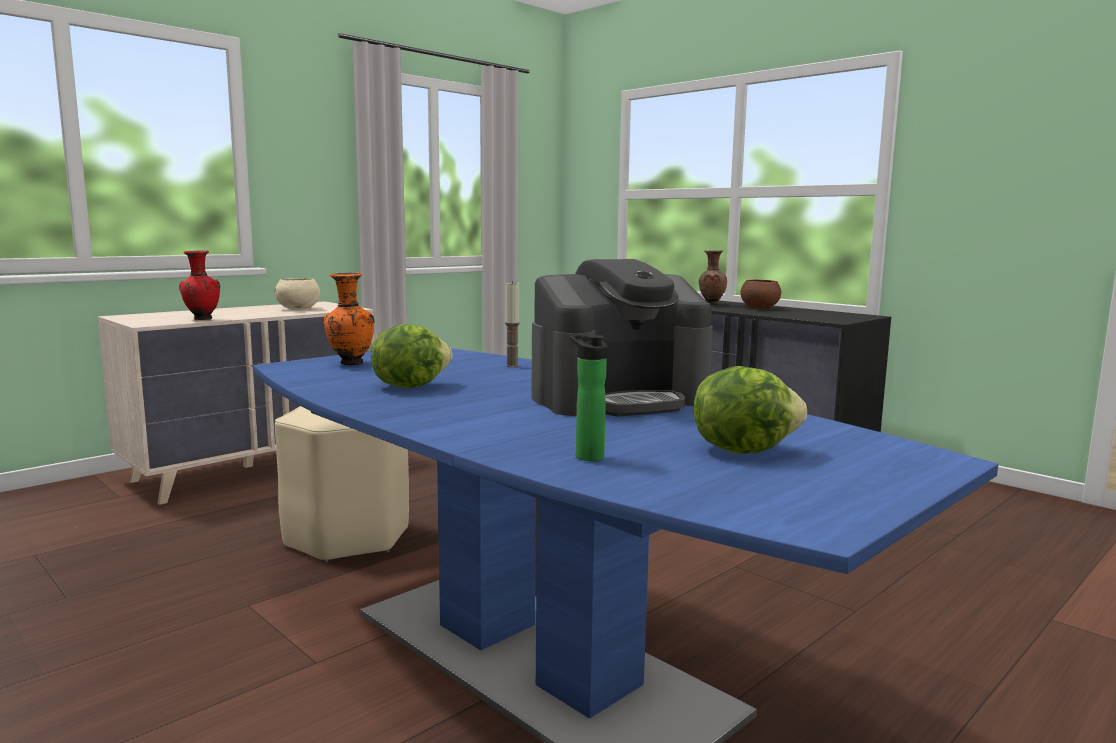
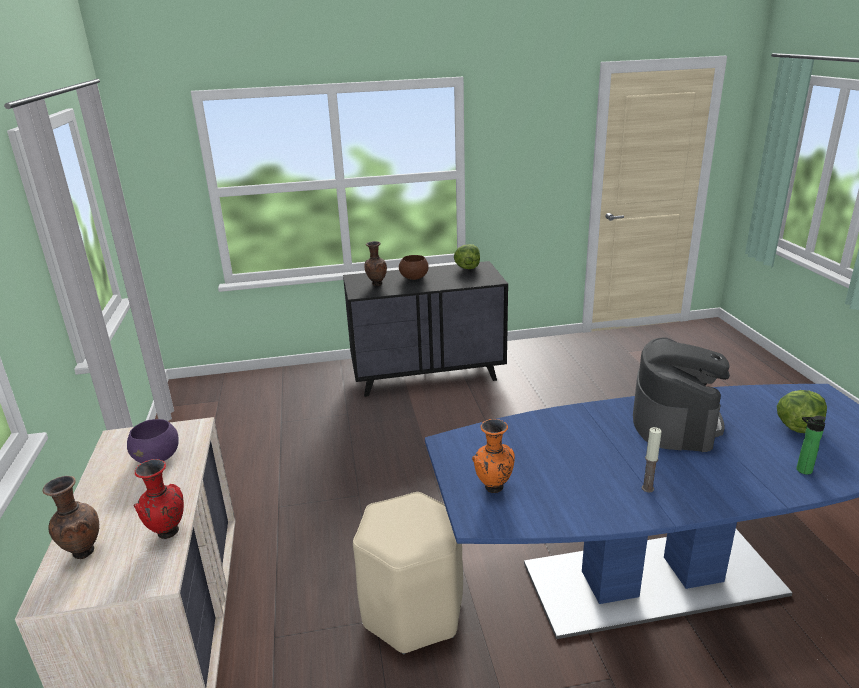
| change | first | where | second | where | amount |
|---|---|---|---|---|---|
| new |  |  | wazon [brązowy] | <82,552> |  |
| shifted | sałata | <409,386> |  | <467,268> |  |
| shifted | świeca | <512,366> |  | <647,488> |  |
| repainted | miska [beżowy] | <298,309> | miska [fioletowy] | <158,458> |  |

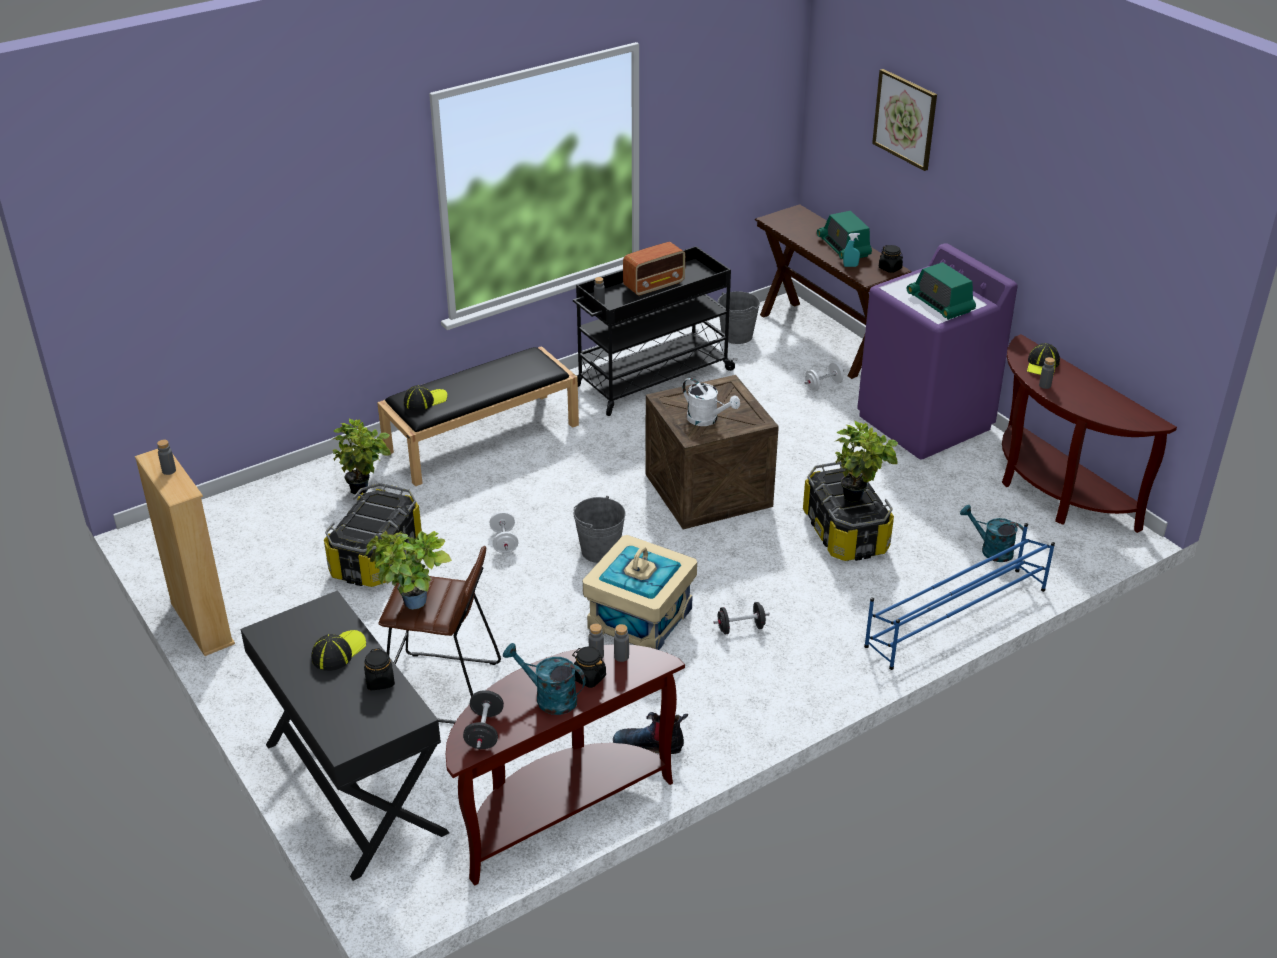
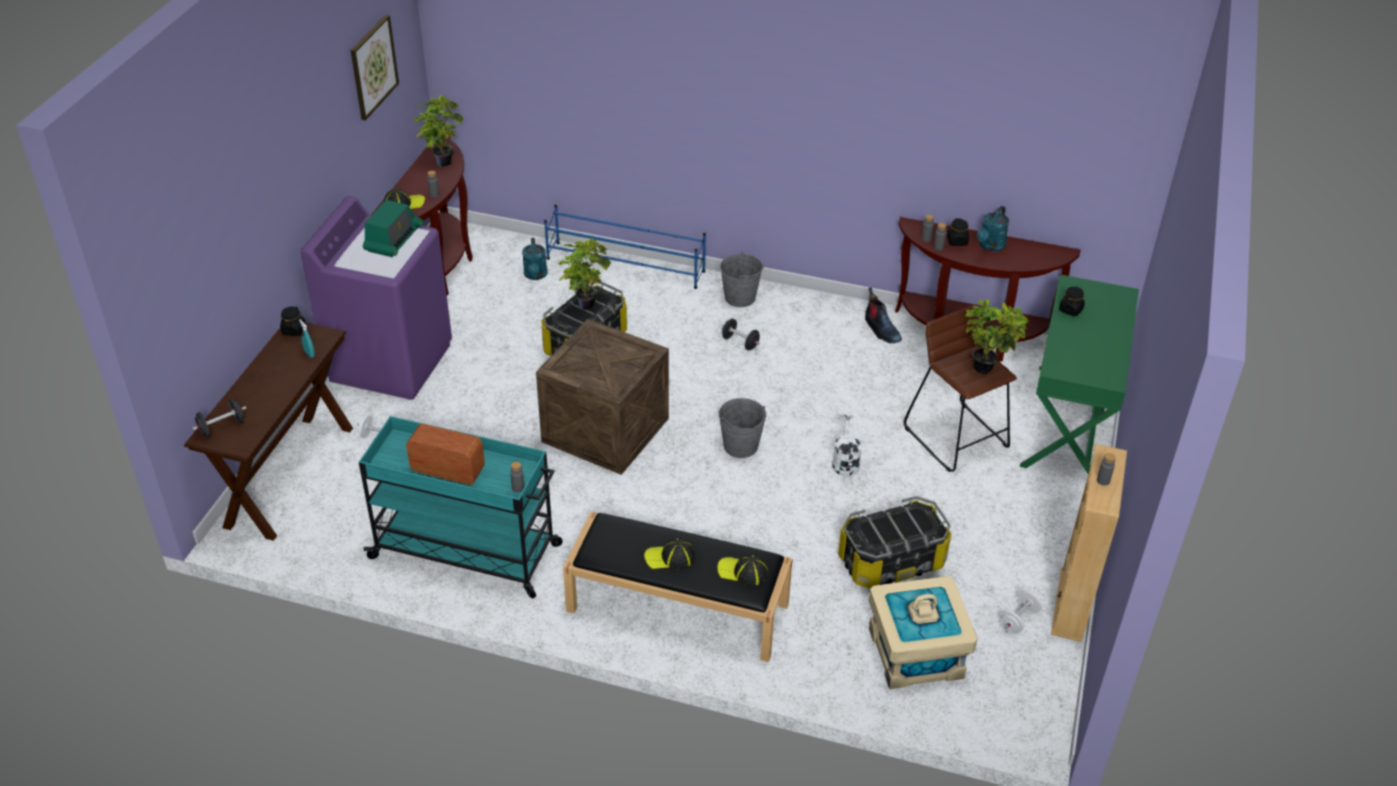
| change | first | where | second | where | amount |
|---|---|---|---|---|---|
| gone | radio | <844,247> |  |  |  |
| shifted | czapka z daszkiem | <338,652> |  | <670,557> |  |
| shifted | roślina doniczkowa | <364,490> |  | <442,160> |  |
| shifted | hantel [czarny] | <484,731> |  | <222,427> |  |
| shifted | hantel [biały] | <504,542> |  | <1018,620> |  |
| shifted | pojemnik do przechowywania [beżowy] | <639,618> |  | <915,653> |  |
| shifted | konewka [biały] | <707,420> |  | <845,461> |  |
| shifted | wiadro [szary] | <737,336> |  | <740,297> |  |
| shifted | obraz | <905,119> |  | <373,67> |  |
| repainted | biurko [czarny] | <353,788> | biurko [zielony] | <1069,423> |  |
| repainted | wózek [czarny] | <651,378> | wózek [turkusowy] | <468,552> |  |
| rotated | konewka [turkusowy] | <549,698> |  | <990,246> | 45 degrees clockwise |

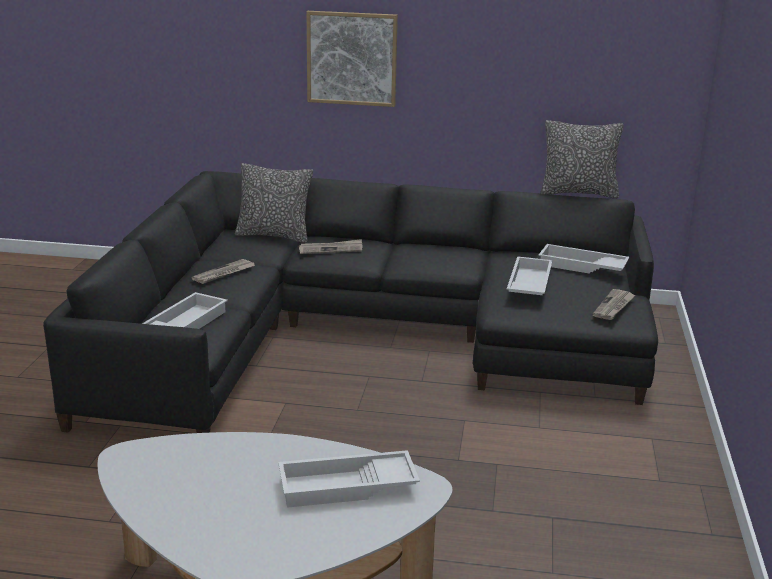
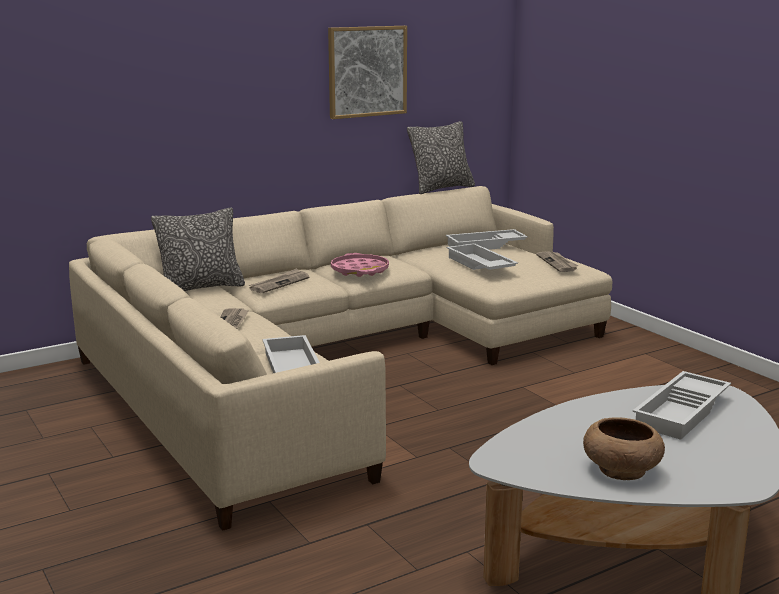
| change | first | where | second | where | amount |
|---|---|---|---|---|---|
| new |  |  | taca [różowy] | <360,270> |  |
| new |  |  | miska [brązowy] | <621,469> |  |
| shifted | obraz | <352,58> |  | <367,71> |  |
| repainted | kanapa [czarny] | <364,336> | kanapa [beżowy] | <337,360> |  |

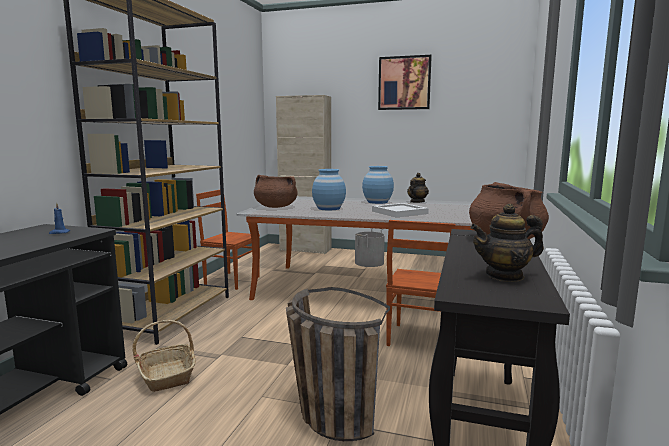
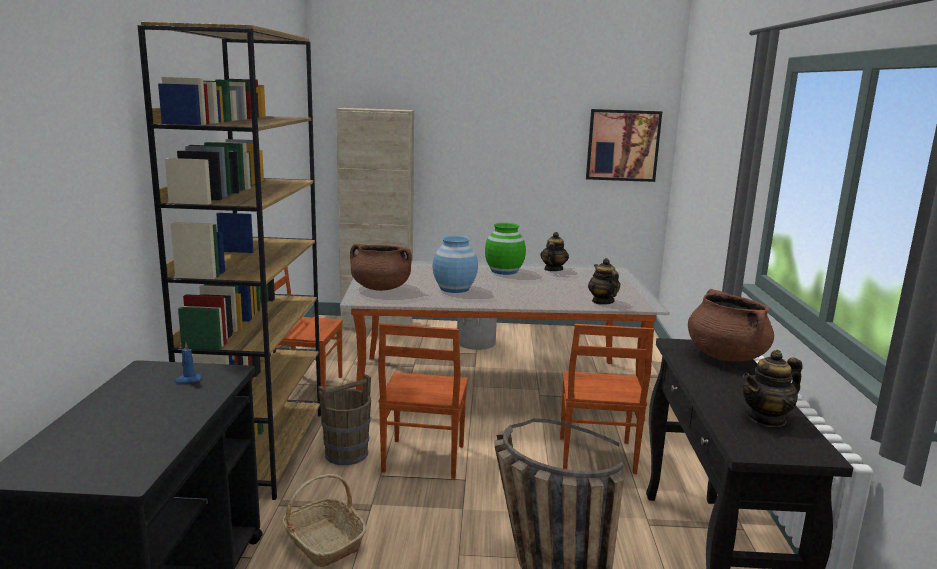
| change | first | where | second | where | amount |
|---|---|---|---|---|---|
| gone | taca [biały] | <399,212> |  |  |  |
| new |  |  | wiadro [brązowy] | <347,454> |  |
| new |  |  | krzesło [brązowy] | <422,459> |  |
| new |  |  | imbryk | <602,301> |  |
| shifted | obraz | <404,83> |  | <622,145> |  |
| repainted | wazon [niebieski] | <377,202> | wazon [zielony] | <504,271> |  |

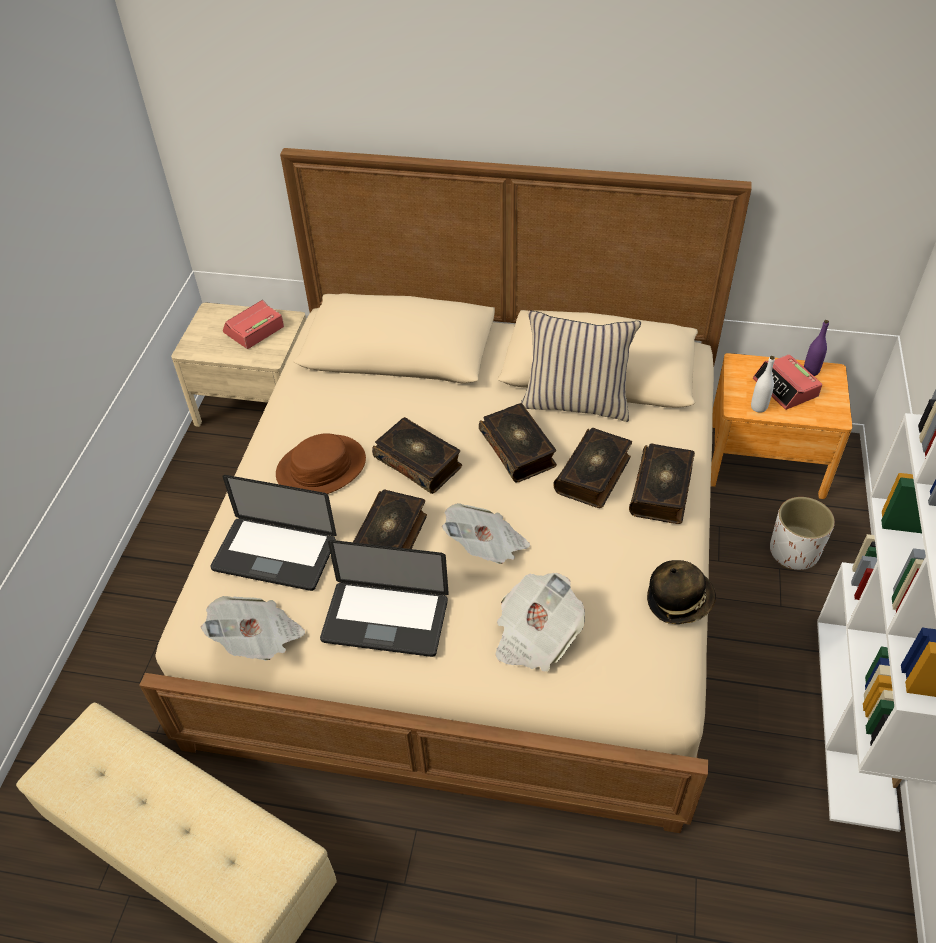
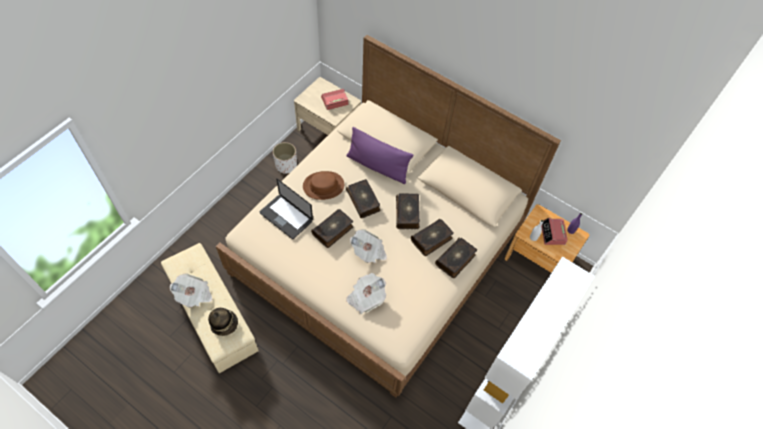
| change | first | where | second | where | amount |
|---|---|---|---|---|---|
| gone | laptop | <385,620> |  |  |  |
| gone | poduszka [beżowy] | <576,402> |  |  |  |
| new |  |  | poduszka [fioletowy] | <377,166> |  |
| shifted | gazeta | <259,640> |  | <194,295> |  |
| shifted | kapelusz | <679,600> |  | <224,324> |  |
| shifted | donica [biały] | <793,551> |  | <286,165> |  |

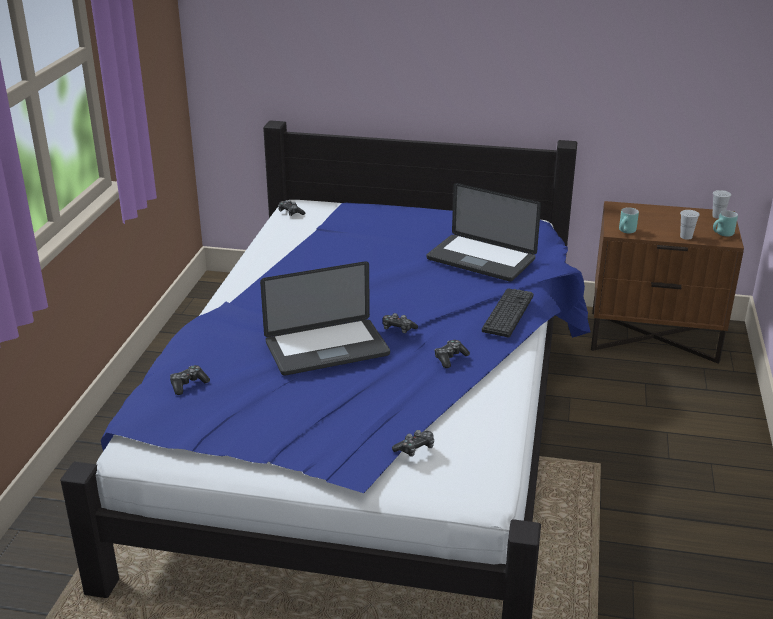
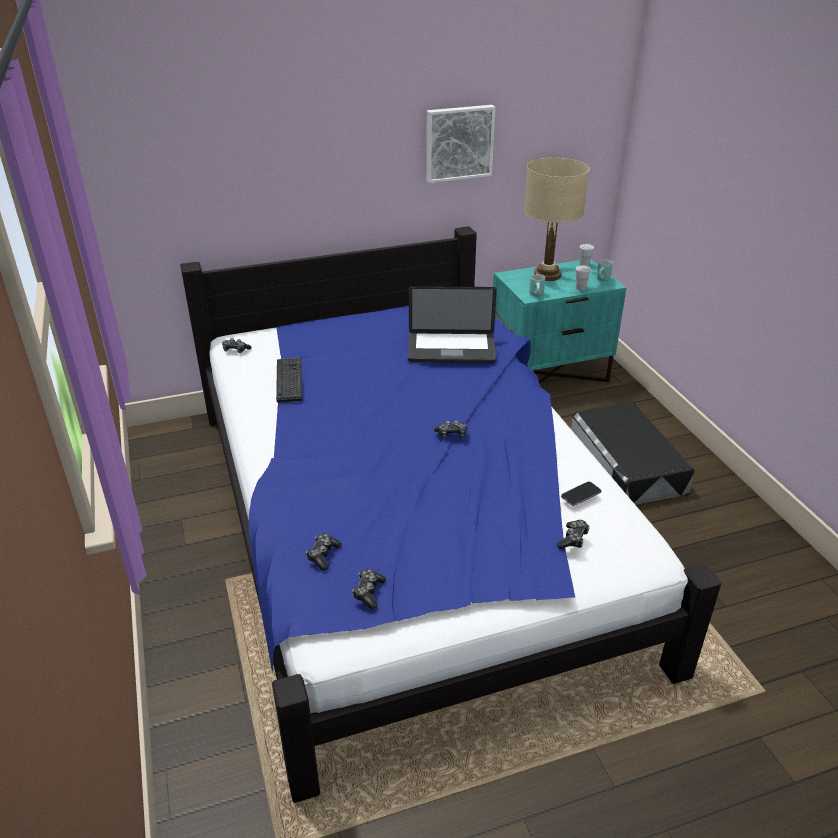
| change | first | where | second | where | amount |
|---|---|---|---|---|---|
| gone | laptop | <327,349> |  |  |  |
| new |  |  | obraz | <458,143> |  |
| new |  |  | lampa stołowa [beżowy] | <547,275> |  |
| new |  |  | telefon | <581,495> |  |
| new |  |  | pojemnik do przechowywania [czarny] | <626,464> |  |
| shifted | pad do gier | <450,358> |  | <368,592> |  |
| shifted | klawiatura | <508,313> |  | <289,380> |  |
| repainted | szafka nocna [brązowy] | <653,336> | szafka nocna [turkusowy] | <549,374> |  |

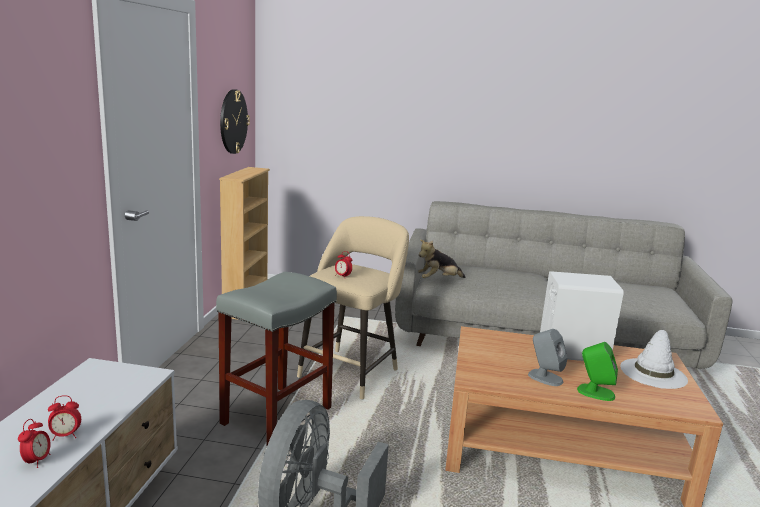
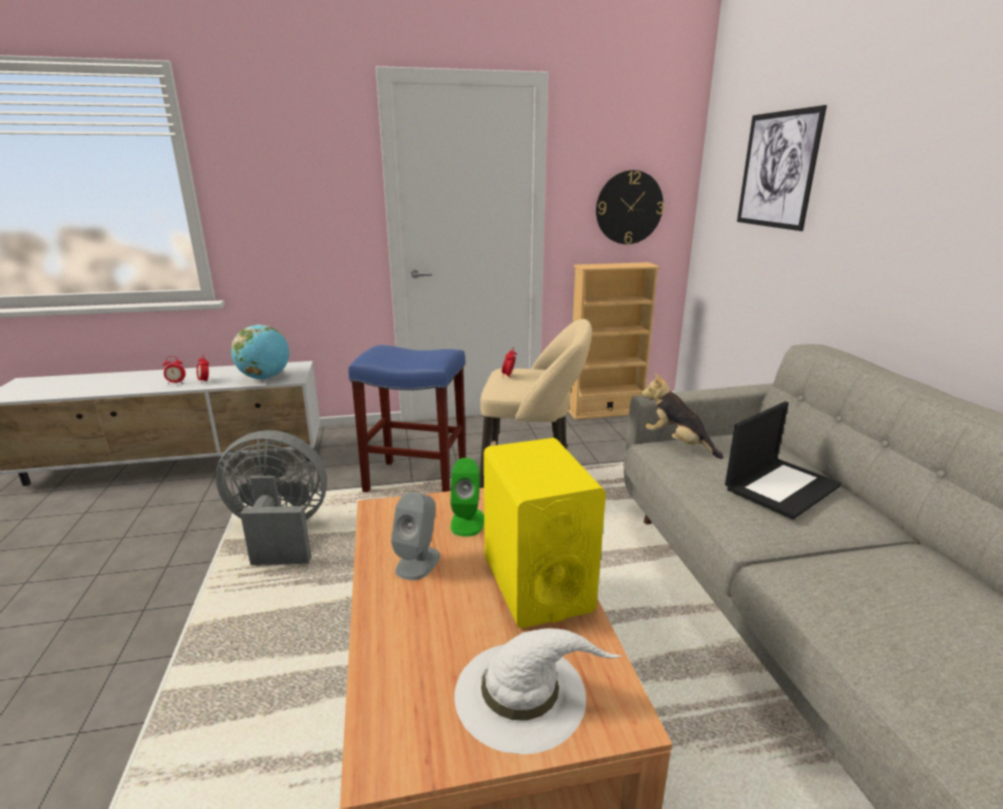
| change | first | where | second | where | amount |
|---|---|---|---|---|---|
| new |  |  | globus | <265,378> |  |
| new |  |  | laptop | <781,486> |  |
| new |  |  | obraz | <777,170> |  |
| shifted | głośnik [zielony] | <595,392> |  | <467,522> |  |
| repainted | stołek [szary] | <277,415> | stołek [niebieski] | <418,480> |  |
| repainted | głośnik [biały] | <572,351> | głośnik [żółty] | <536,583> |  |

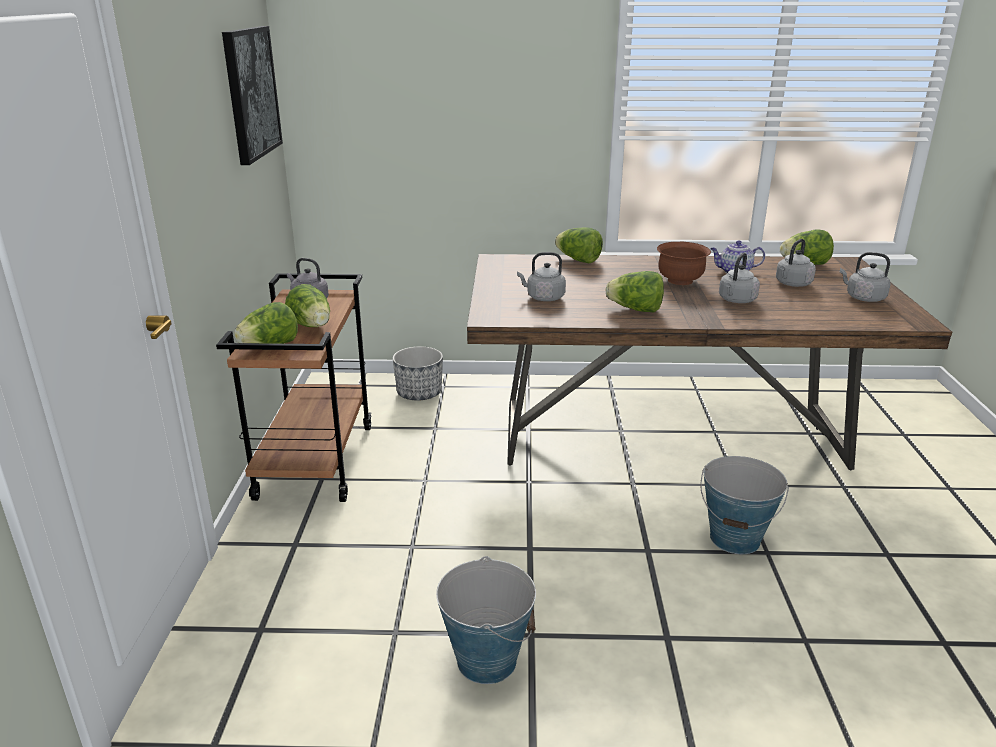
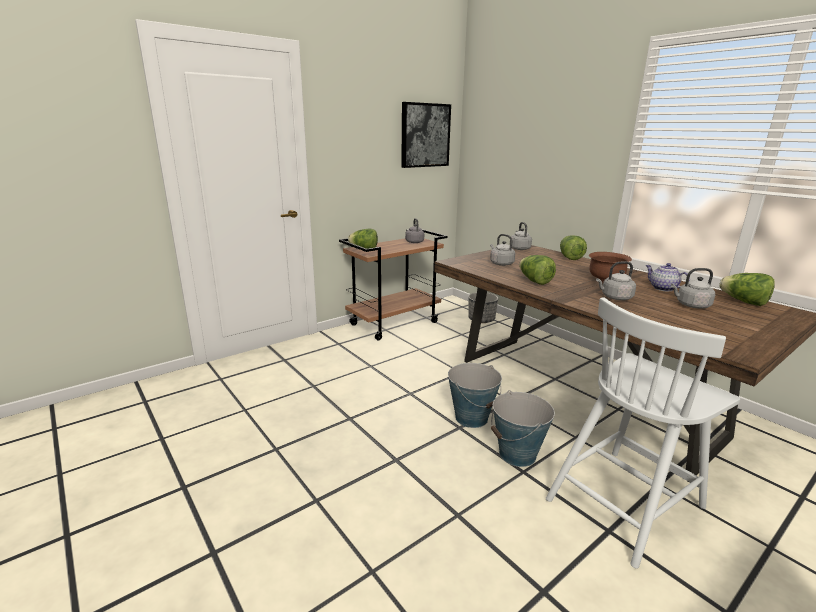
| change | first | where | second | where | amount |
|---|---|---|---|---|---|
| gone | sałata | <312,326> |  |  |  |
| new |  |  | krzesło [biały] | <625,501> |  |
| shifted | wiadro | <487,660> |  | <471,418> |  |
| shifted | czajnik [szary] | <863,298> |  | <519,248> |  |

